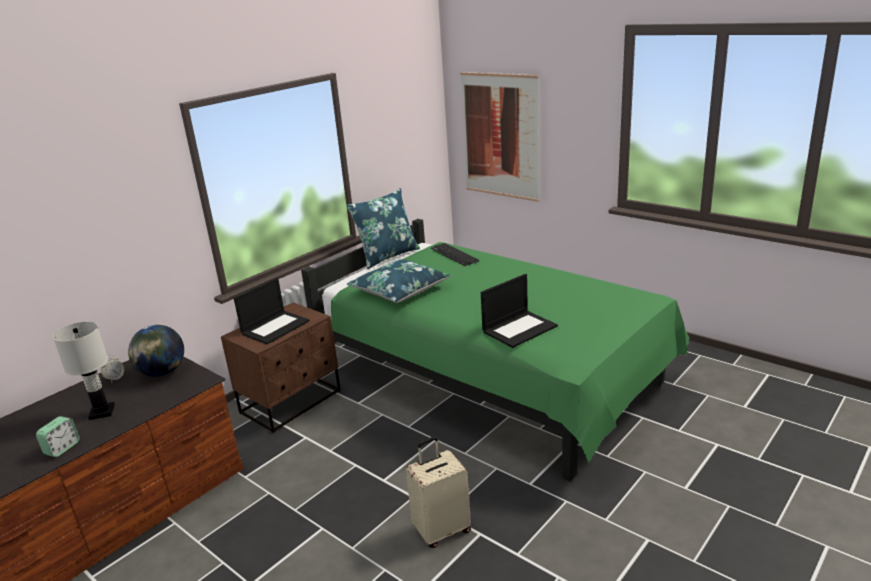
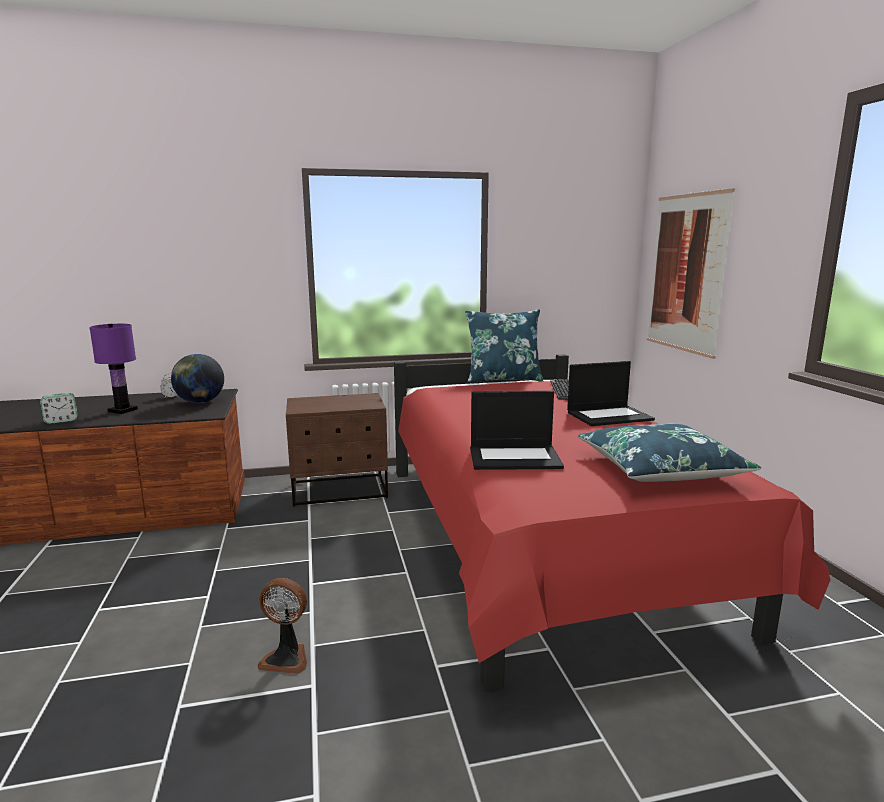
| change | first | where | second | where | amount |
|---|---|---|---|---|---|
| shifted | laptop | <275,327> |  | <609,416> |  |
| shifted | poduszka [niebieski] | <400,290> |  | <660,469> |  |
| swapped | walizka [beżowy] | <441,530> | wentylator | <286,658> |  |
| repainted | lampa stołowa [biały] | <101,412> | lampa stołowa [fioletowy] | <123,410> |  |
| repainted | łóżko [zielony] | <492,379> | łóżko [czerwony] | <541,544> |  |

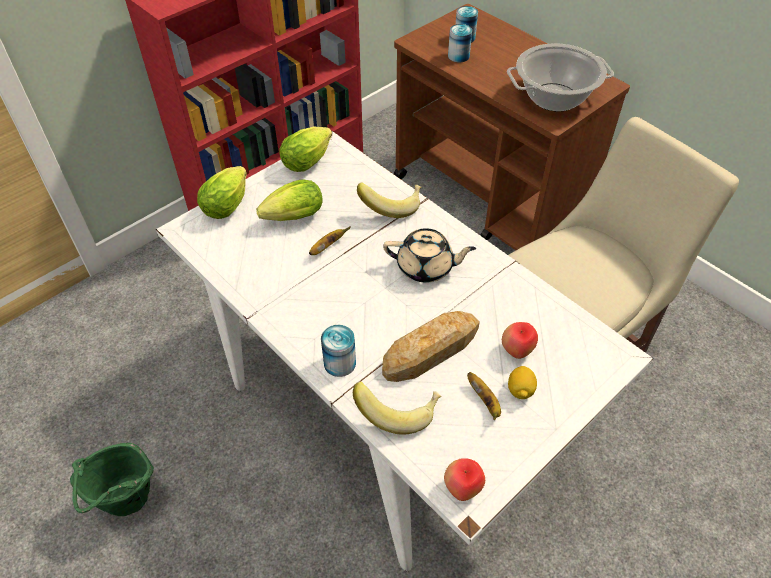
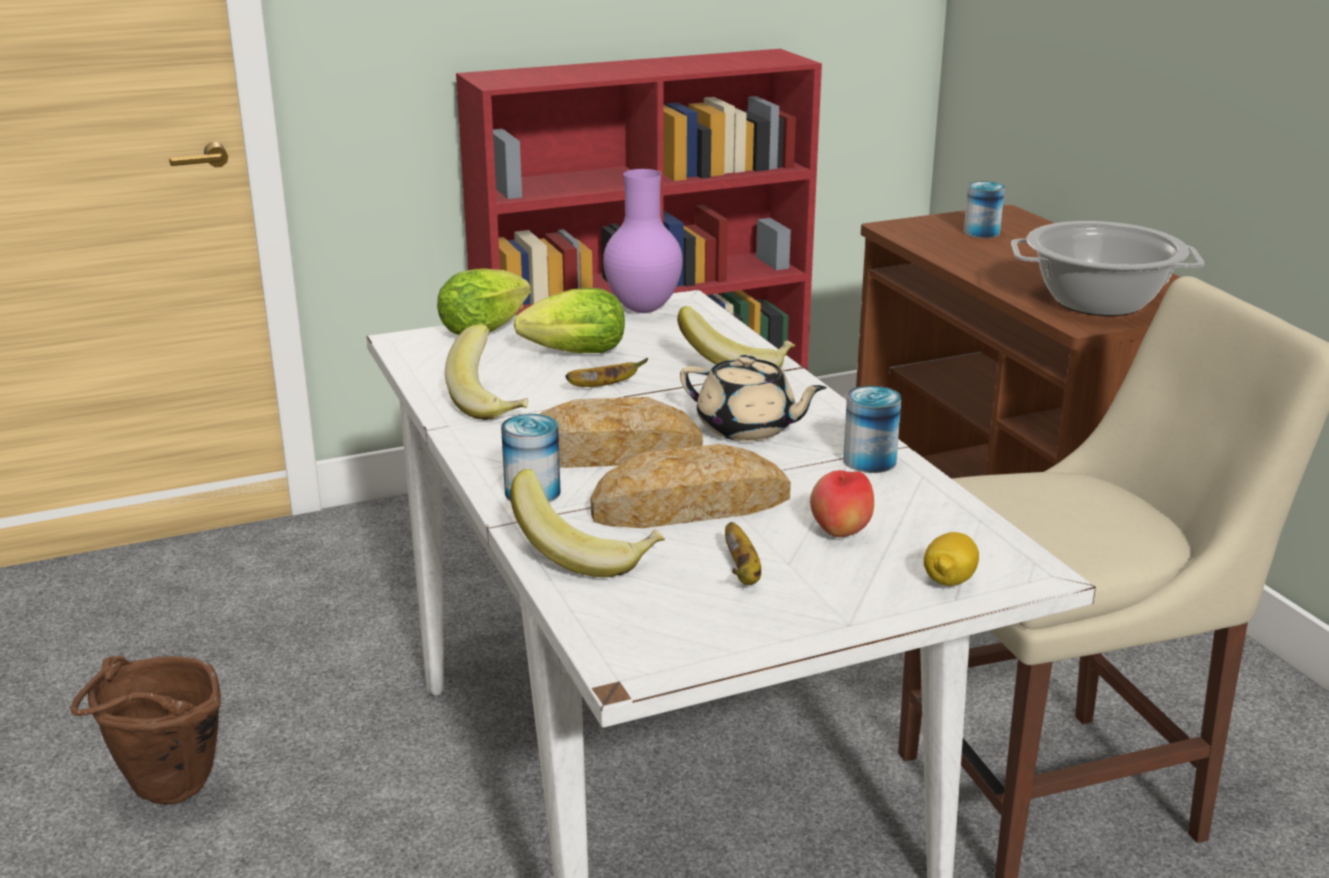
| change | first | where | second | where | amount |
|---|---|---|---|---|---|
| gone | jabłko | <462,488> |  |  |  |
| new |  |  | banan | <494,402> |  |
| new |  |  | chleb | <608,453> |  |
| shifted | puszka | <458,56> |  | <869,461> |  |
| shifted | cytryna | <520,390> |  | <949,581> |  |
| swapped | sałata | <309,160> | wazon [fioletowy] | <641,309> |  |
| repainted | wiadro [zielony] | <129,505> | wiadro [brązowy] | <165,794> |  |

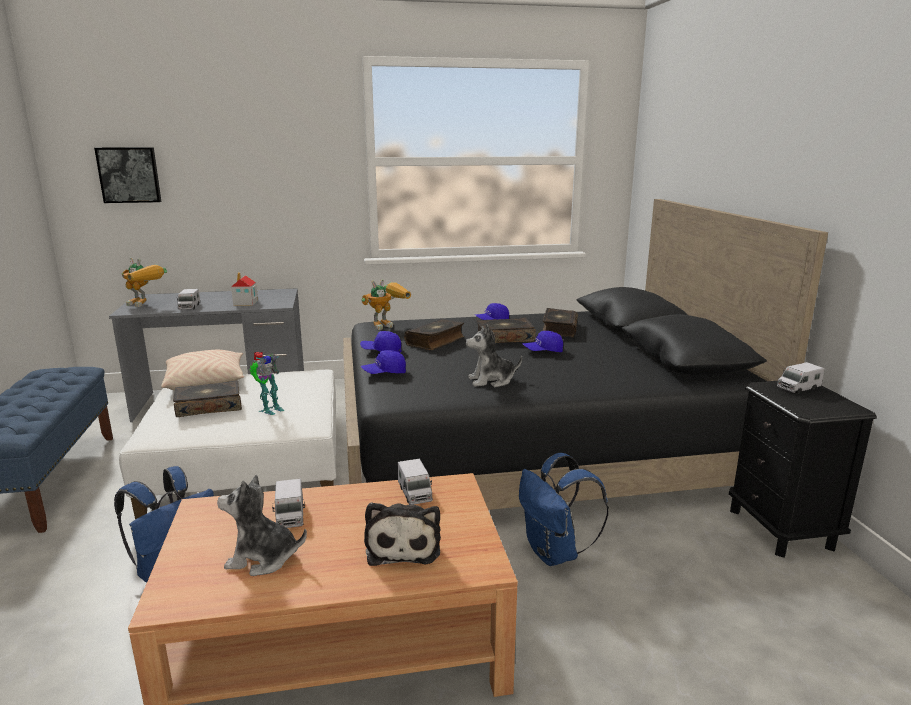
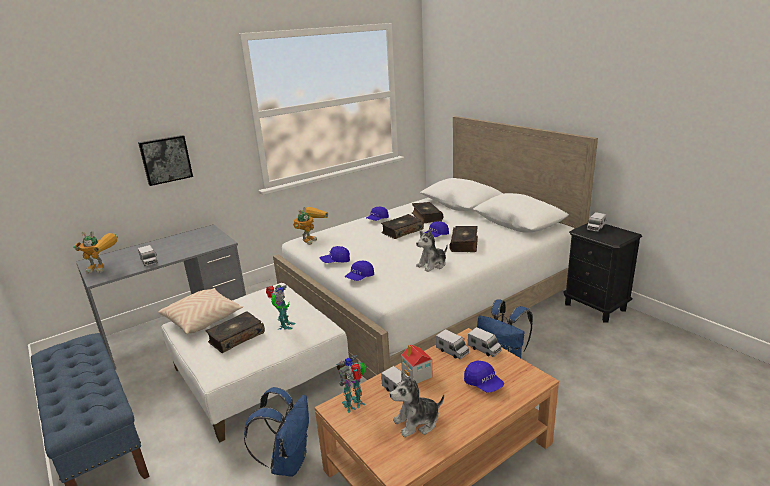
| change | first | where | second | where | amount |
|---|---|---|---|---|---|
| new |  |  | robot zabawkowy | <355,405> |  |
| new |  |  | ciężarówka zabawkowa | <484,349> |  |
| shifted | obraz | <129,175> |  | <165,159> |  |
| shifted | domek | <245,303> |  | <417,375> |  |
| shifted | książka | <436,341> |  | <464,244> |  |
| swapped | pluszak | <403,545> | czapka z daszkiem [niebieski] | <483,384> |  |
| repainted | łóżko [czarny] | <532,445> | łóżko [biały] | <430,297> |  |

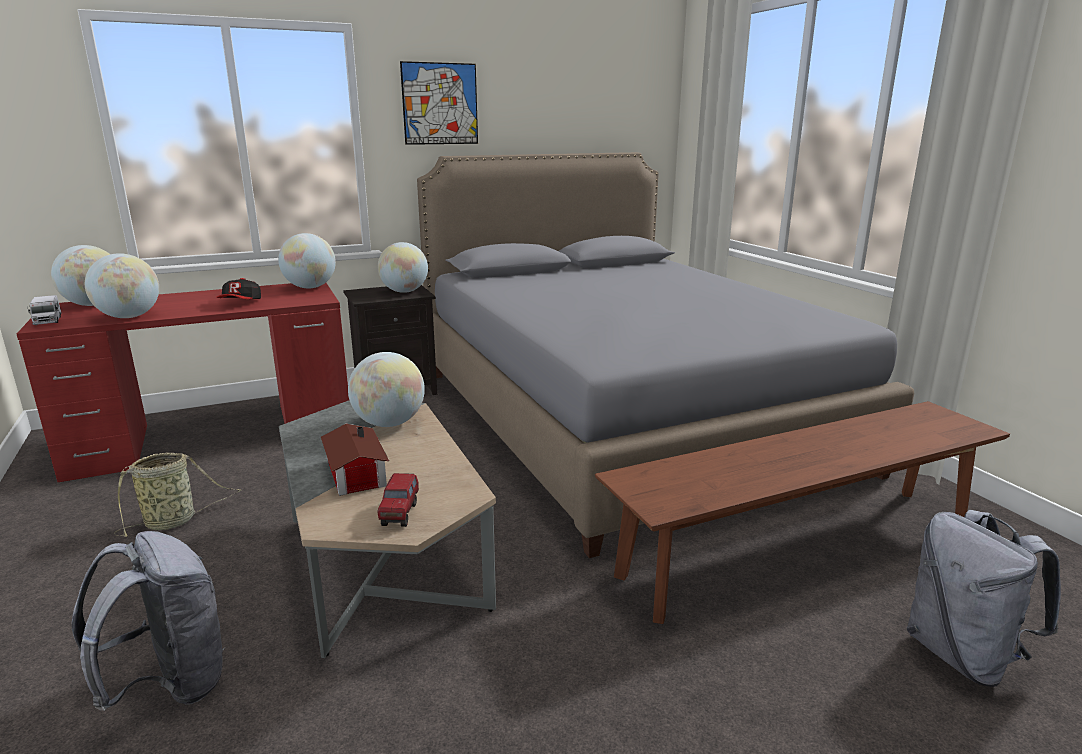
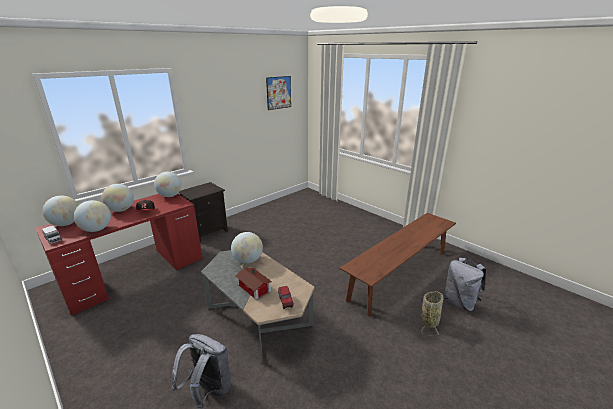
| change | first | where | second | where | amount |
|---|---|---|---|---|---|
| gone | łóżko [szary] | <622,418> |  |  |  |
| shifted | koszyk | <174,521> |  | <429,321> |  |
| shifted | globus | <404,291> |  | <121,210> |  |
| shifted | obraz | <440,104> |  | <279,92> |  |

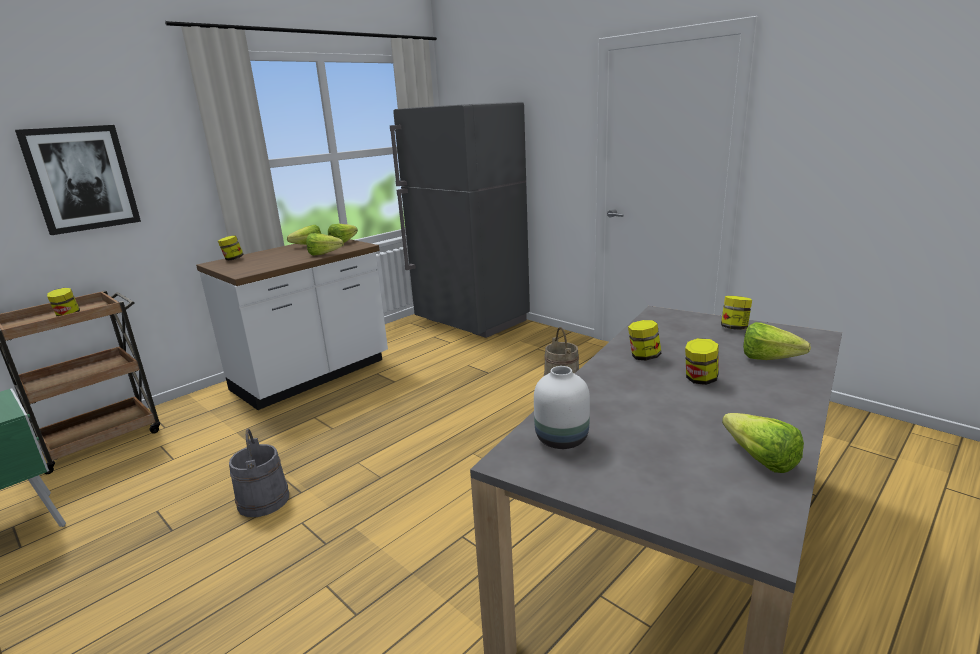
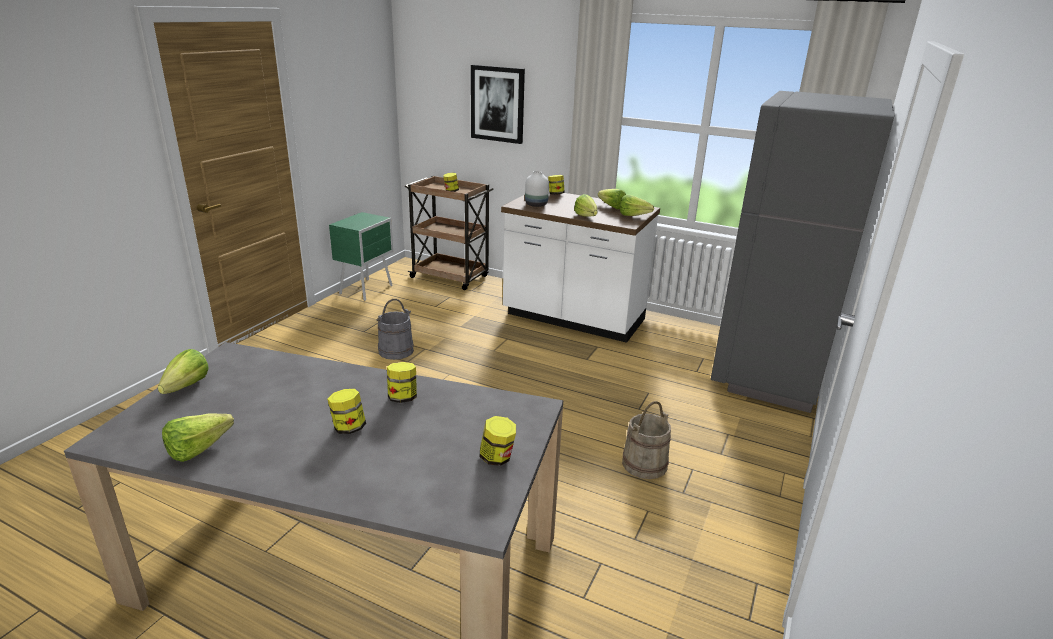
| change | first | where | second | where | amount |
|---|---|---|---|---|---|
| shifted | wazon [biały] | <561,438> |  | <536,205> |  |
| shifted | sałata | <774,360> |  | <182,389> |  |

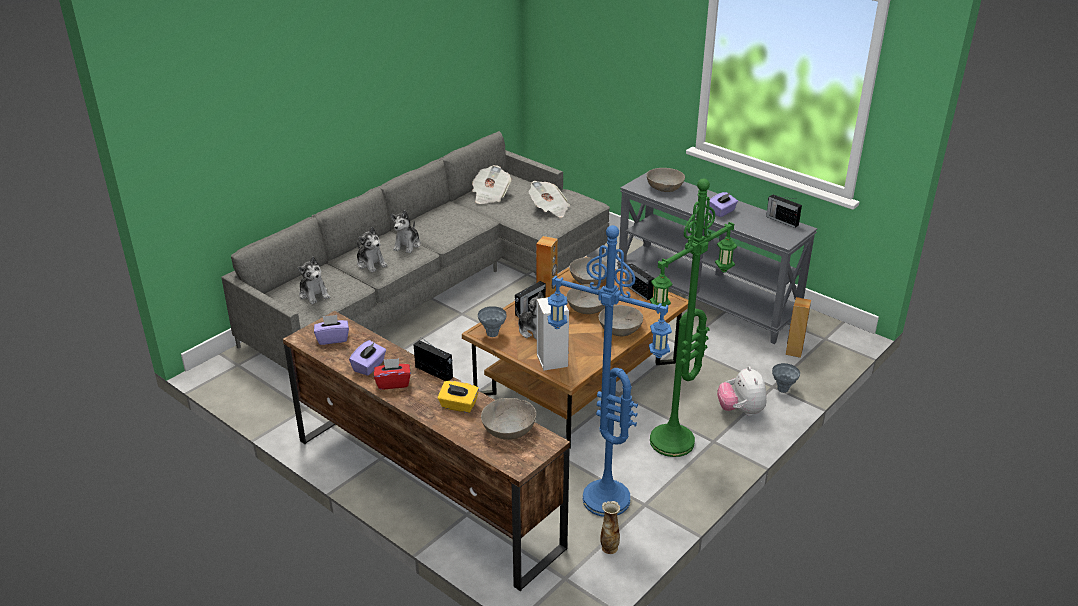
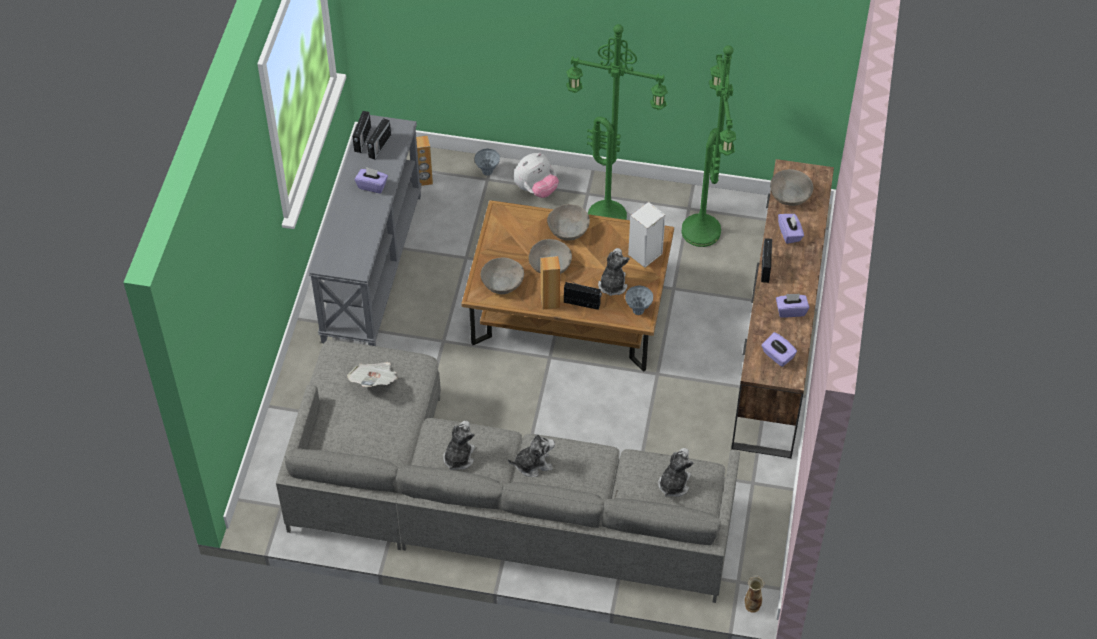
| change | first | where | second | where | amount |
|---|---|---|---|---|---|
| gone | pudełko chusteczek [czerwony] | <393,383> |  |  |  |
| gone | gazeta | <490,195> |  |  |  |
| gone | miska [szary] | <665,187> |  |  |  |
| shifted | pluszak | <371,263> |  | <458,457> |  |
| shifted | wazon | <609,547> |  | <752,606> |  |
| shifted | radio | <638,291> |  | <379,147> |  |
| repainted | pudełko chusteczek [żółty] | <458,406> | pudełko chusteczek [fioletowy] | <790,234> |  |
| repainted | lampa stojąca [niebieski] | <603,501> | lampa stojąca [zielony] | <704,232> |  |

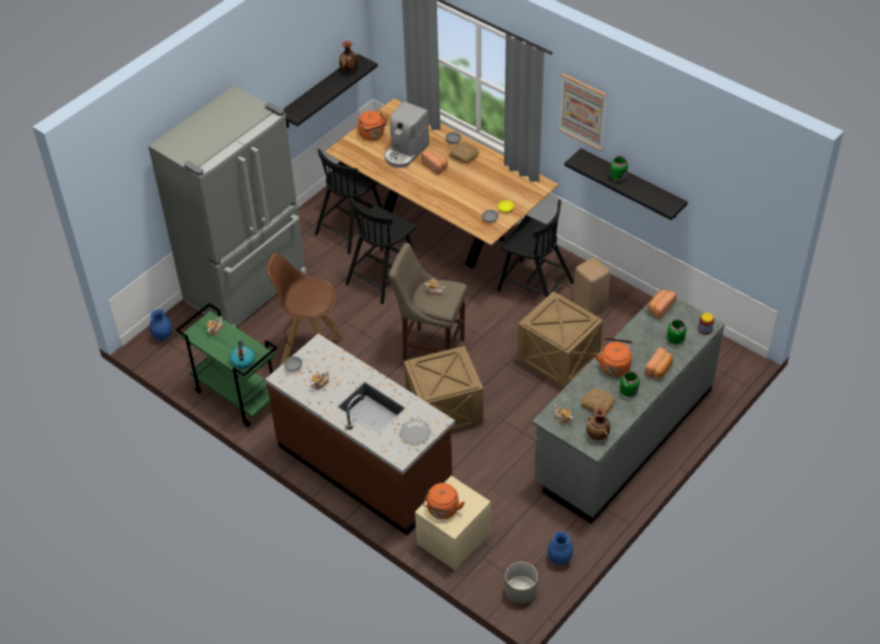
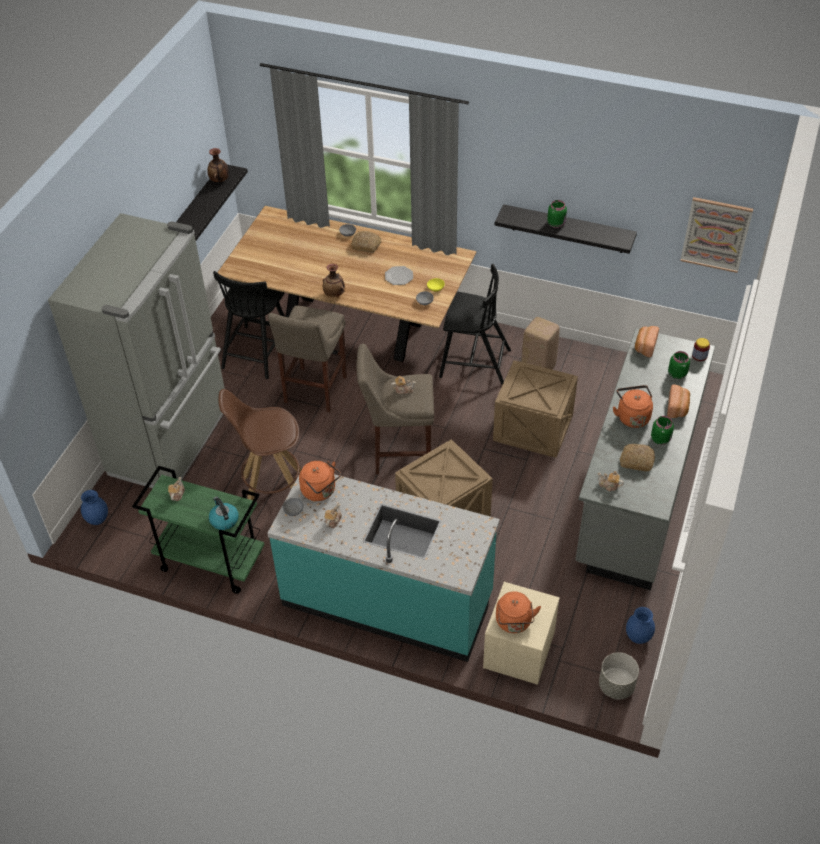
| change | first | where | second | where | amount |
|---|---|---|---|---|---|
| gone | ekspres do kawy | <405,152> |  |  |  |
| gone | chleb | <435,165> |  |  |  |
| shifted | czajnik [pomarańczowy] | <372,135> |  | <320,491> |  |
| shifted | talerz | <415,433> |  | <399,276> |  |
| shifted | obraz | <583,111> |  | <716,234> |  |
| shifted | wazon | <597,435> |  | <334,294> |  |
| swapped | krzesło [czarny] | <383,275> | stołek [beżowy] | <314,391> |  |
| repainted | zabudowa kuchenna [brązowy] | <365,466> | zabudowa kuchenna [turkusowy] | <388,599> |  |

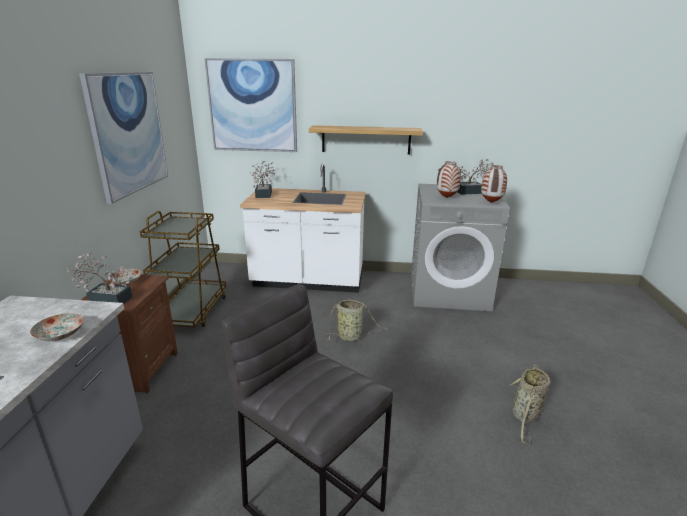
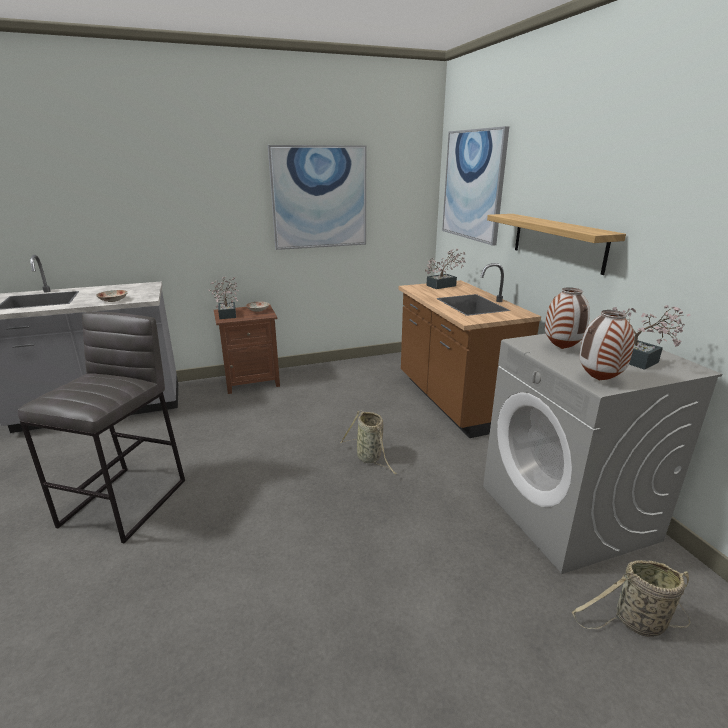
| change | first | where | second | where | amount |
|---|---|---|---|---|---|
| gone | wózek [brązowy] | <191,311> |  |  |  |
| shifted | koszyk | <525,416> |  | <636,623> |  |
| repainted | zabudowa kuchenna [biały] | <308,281> | zabudowa kuchenna [brązowy] | <453,402> |  |

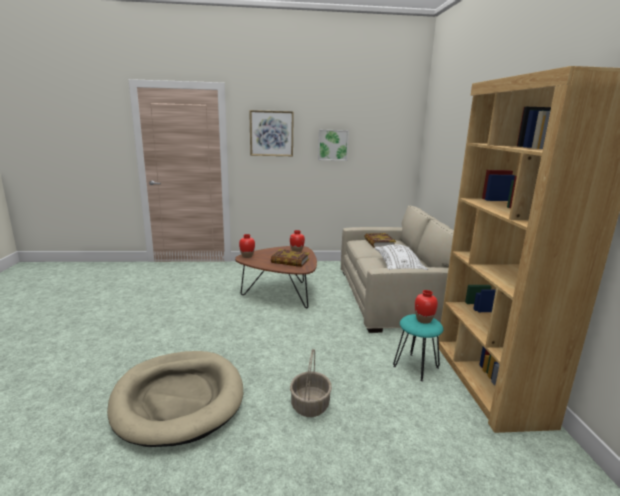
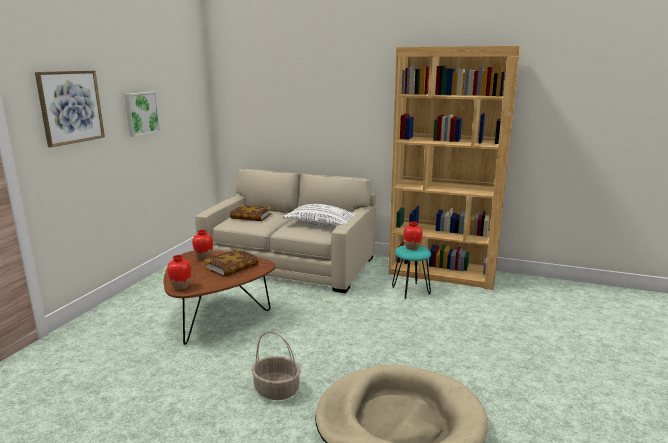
| change | first | where | second | where | amount |
|---|---|---|---|---|---|
| shifted | koszyk | <309,405> |  | <276,390> |  |

